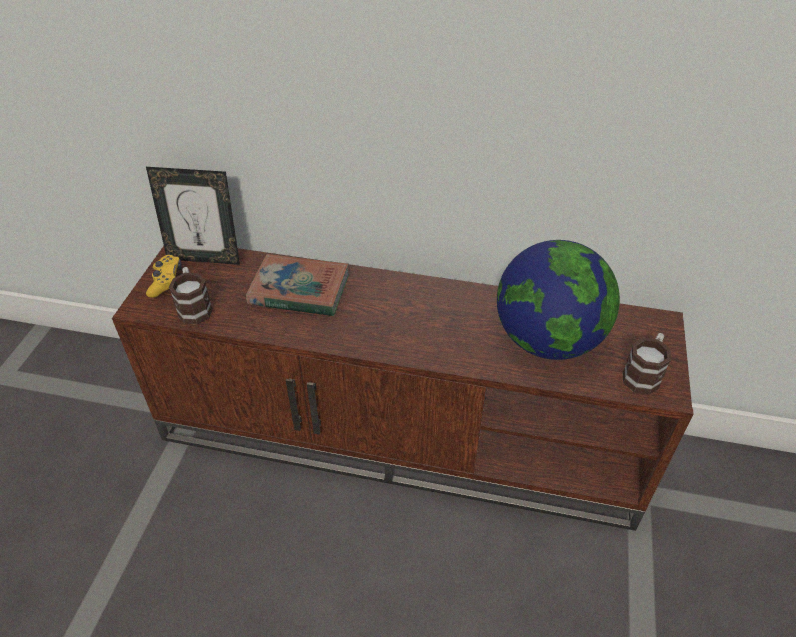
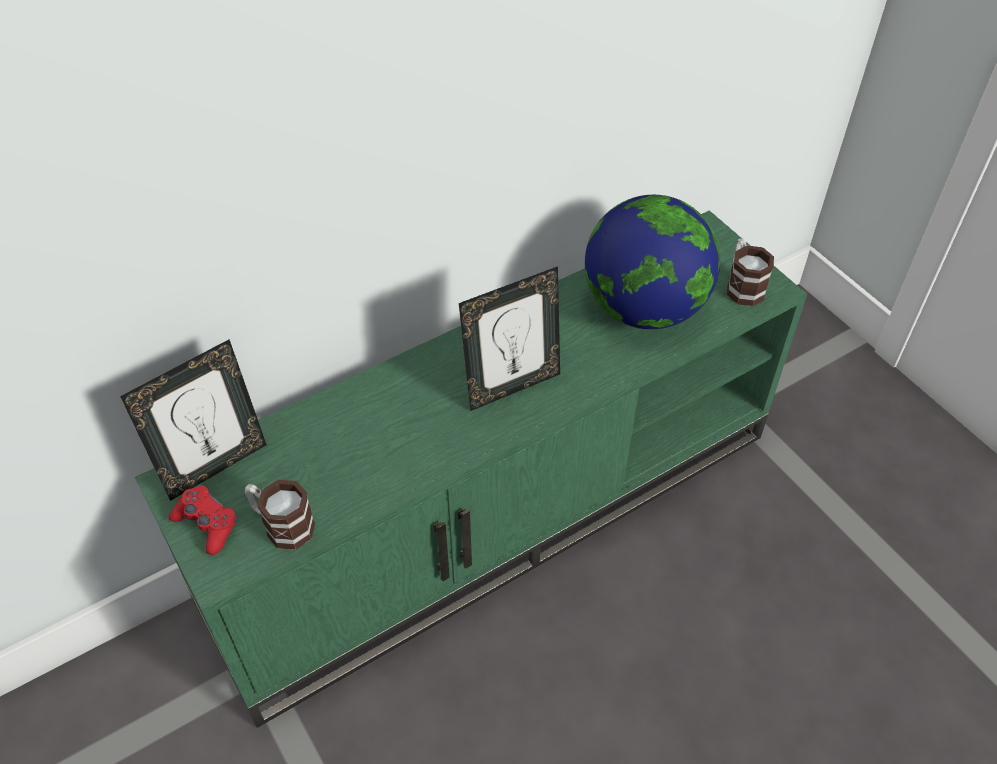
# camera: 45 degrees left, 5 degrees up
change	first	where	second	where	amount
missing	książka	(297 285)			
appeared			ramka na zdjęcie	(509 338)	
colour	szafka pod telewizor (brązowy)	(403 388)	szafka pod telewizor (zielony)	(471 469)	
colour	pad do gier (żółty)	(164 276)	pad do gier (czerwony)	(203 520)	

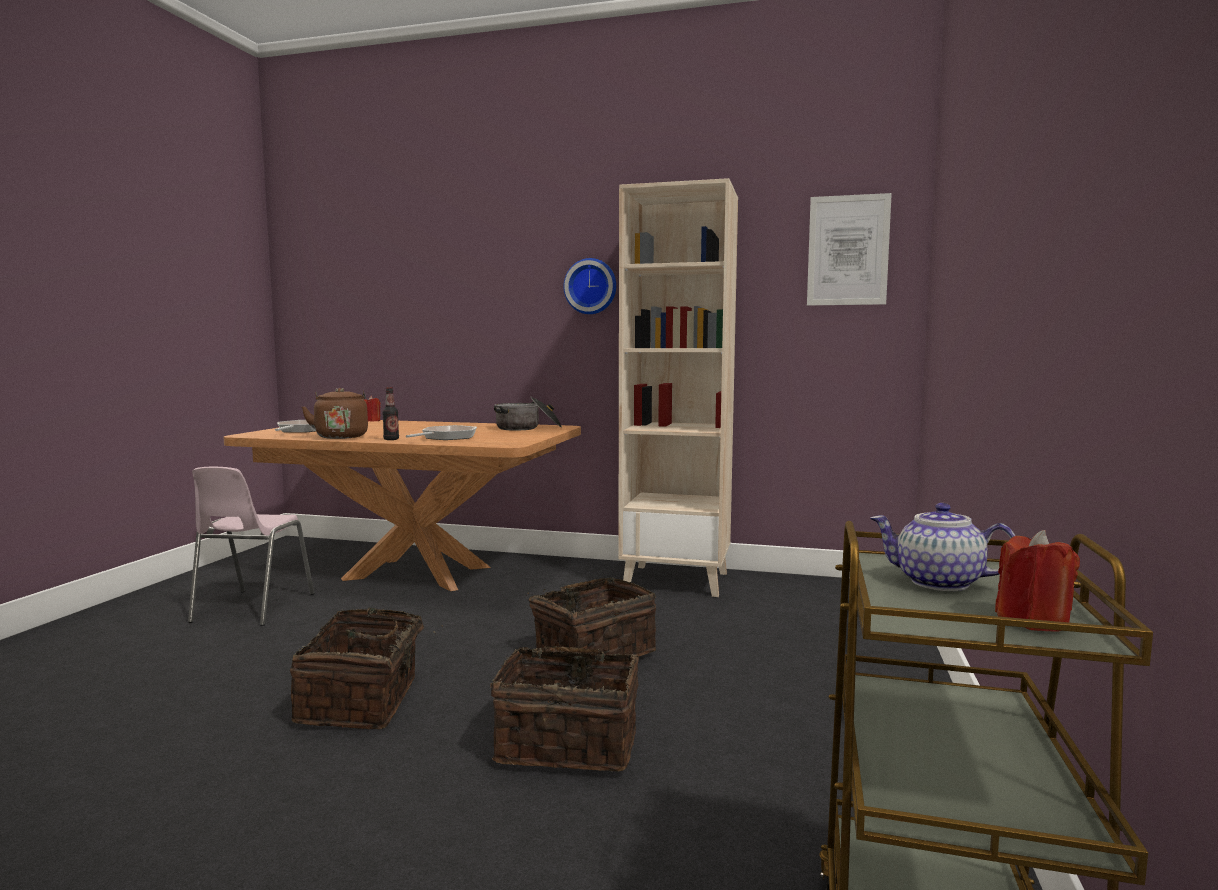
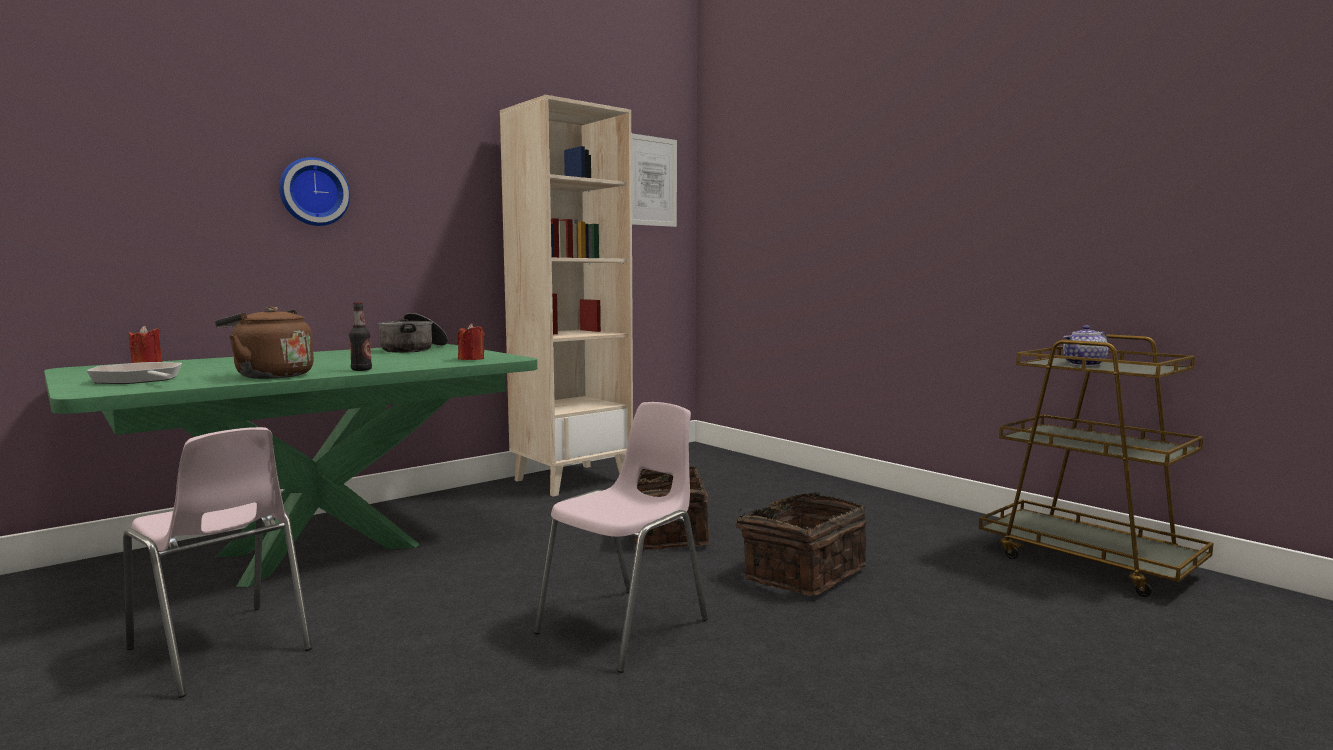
# camera: 55 degrees left, 0 degrees up
change	first	where	second	where	amount
missing	patelnia	(441 432)			
relocated	zegar ścienny	(589 286)		(314 191)	
relocated	świeca (czerwony)	(1037 581)		(471 342)	
exchanged	koszyk	(366 668)	krzesło (różowy)	(621 537)	
colour	stół jadalny (brązowy)	(402 505)	stół jadalny (zielony)	(290 465)	

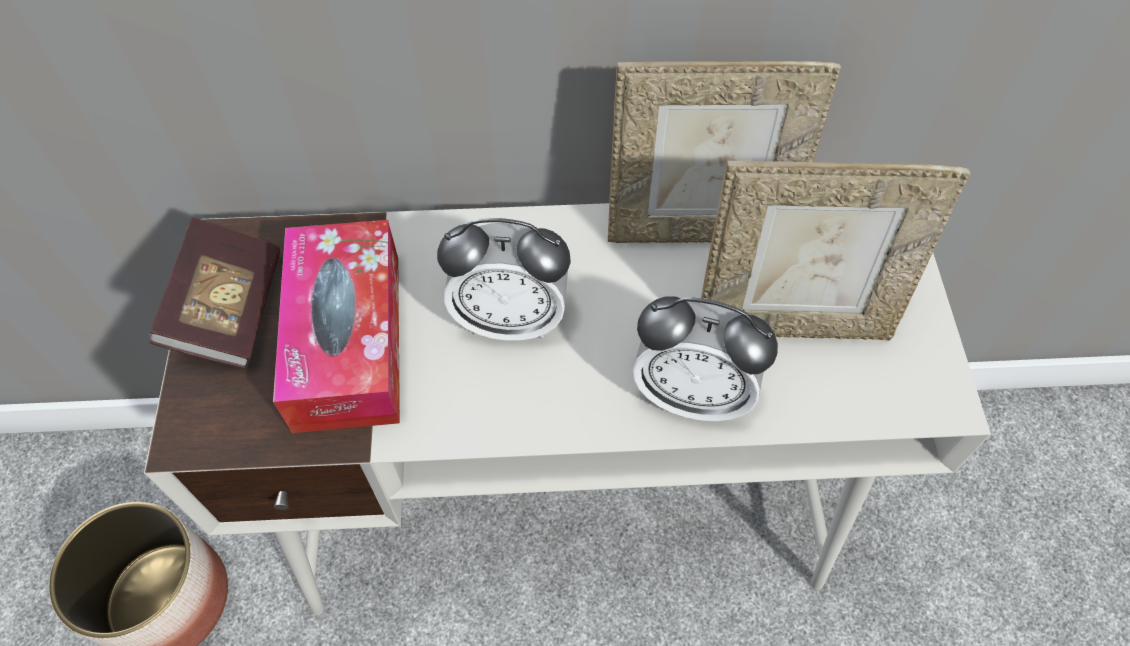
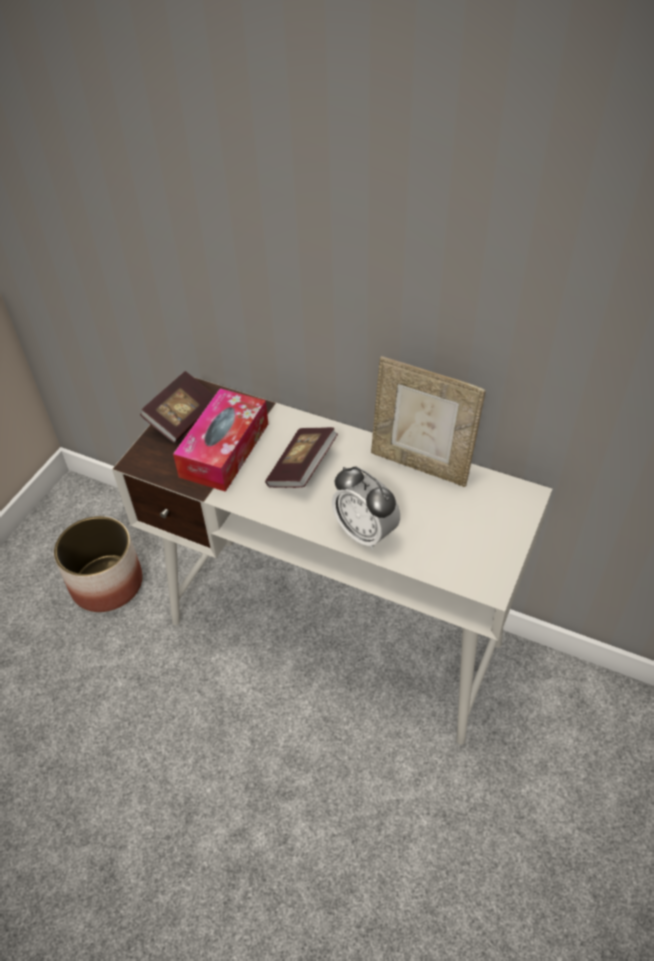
# camera: 30 degrees right, 10 degrees down
change	first	where	second	where	amount
missing	ramka na zdjęcie	(836 251)			
exchanged	budzik	(504 279)	książka	(301 457)	

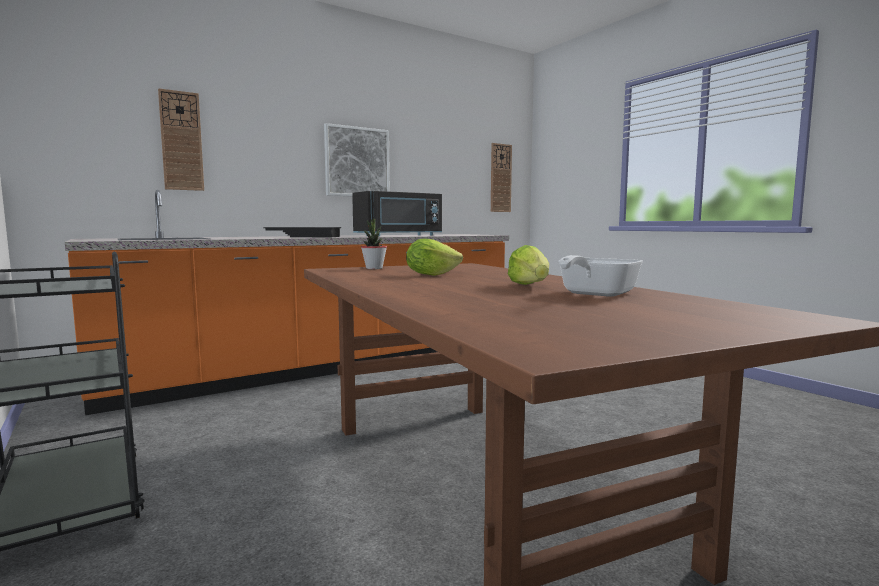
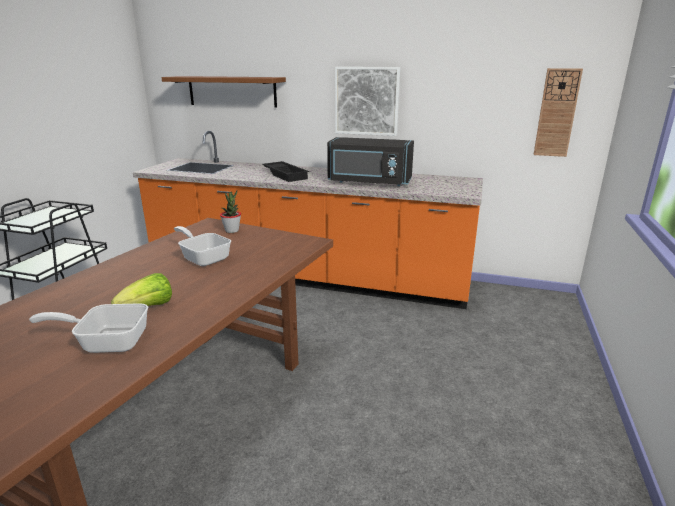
# camera: 50 degrees right, 15 degrees up
change	first	where	second	where	amount
exchanged	zegar ścienny	(181 139)	półka (brązowy)	(223 92)	
exchanged	sałata	(434 257)	patelnia	(202 246)	

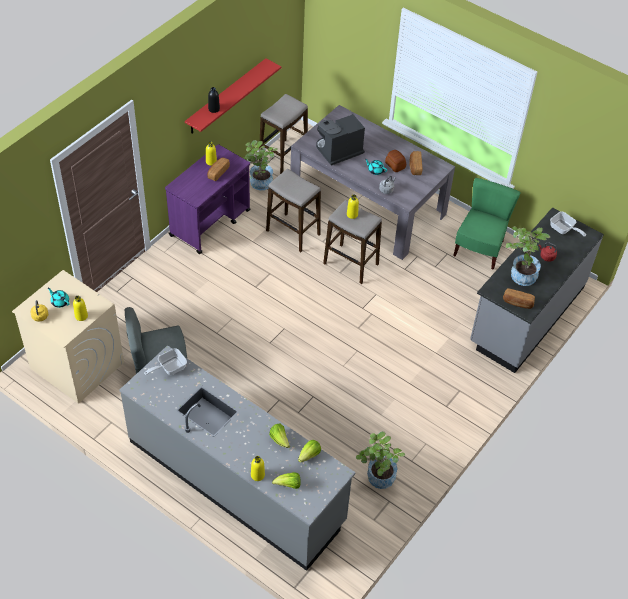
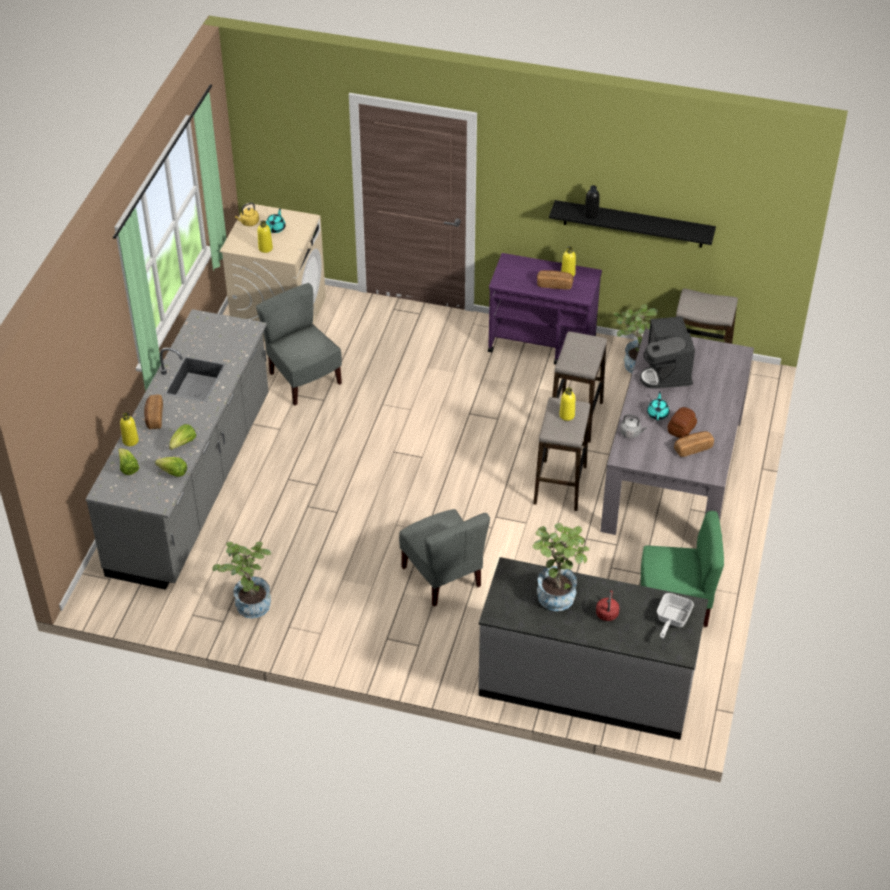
# camera: 70 degrees right, 5 degrees down
change	first	where	second	where	amount
missing	patelnia	(165 361)			
appeared			krzesło (szary)	(444 557)	
relocated	chleb	(519 299)		(153 412)	
colour	półka (czerwony)	(233 96)	półka (czarny)	(632 224)	
spun	ekspres do kawy	(340 140)		(667 353)	135 degrees counterclockwise

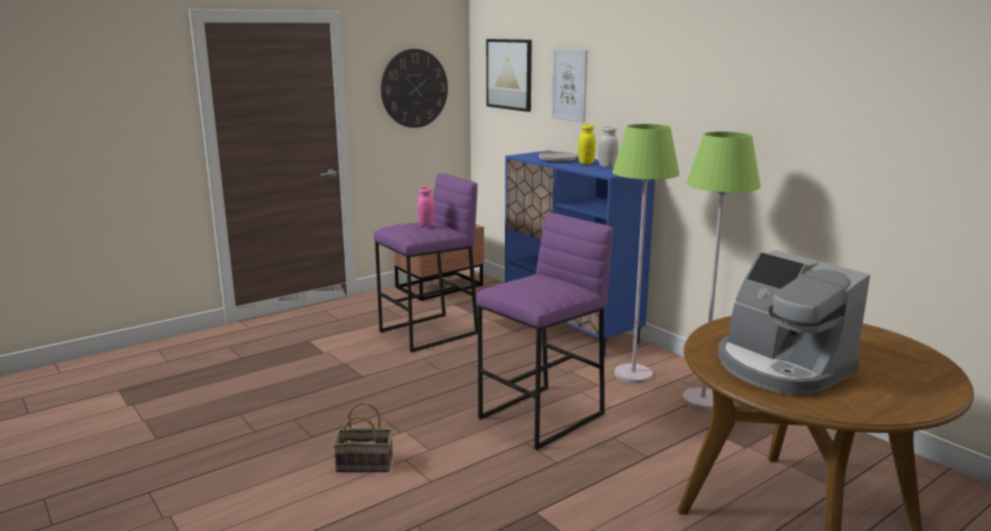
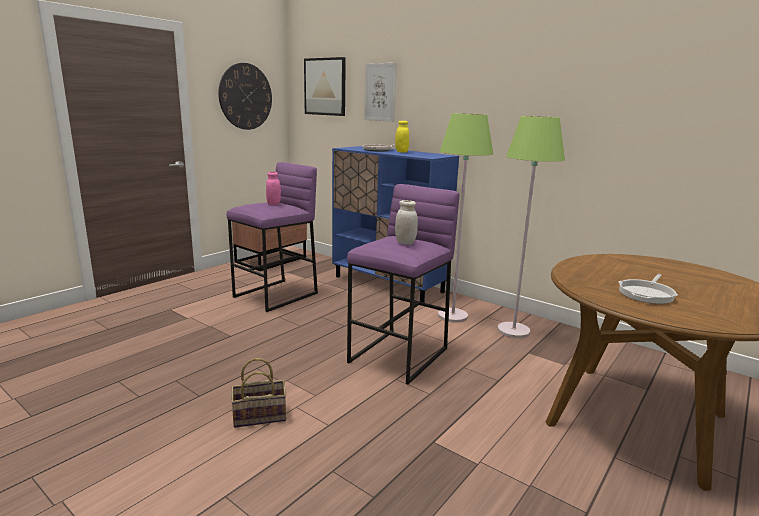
# camera: 15 degrees left, 0 degrees up
change	first	where	second	where	amount
relocated	słoik (biały)	(608 147)		(406 222)	
exchanged	ekspres do kawy	(794 322)	patelnia	(648 289)	

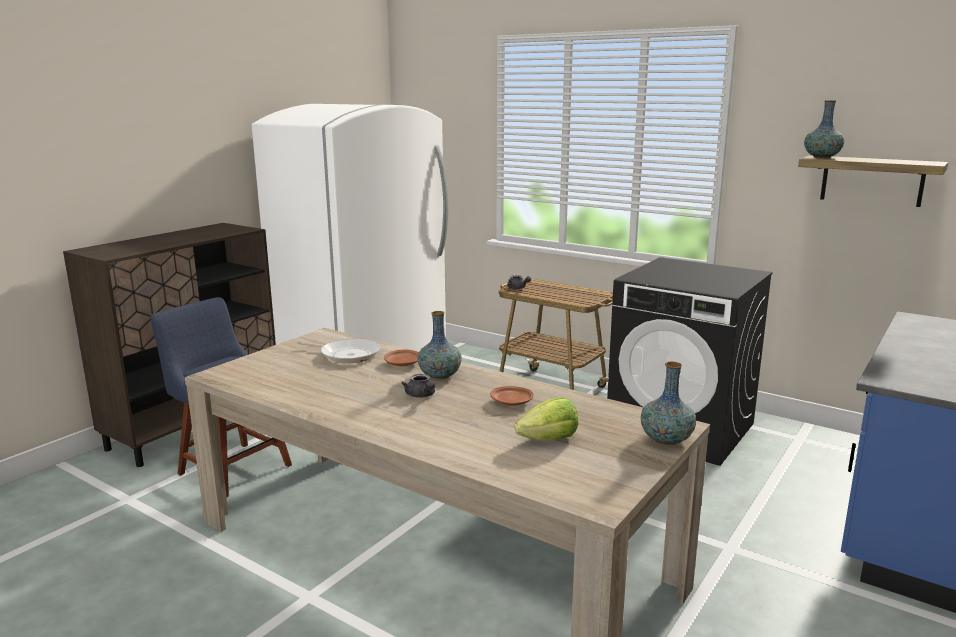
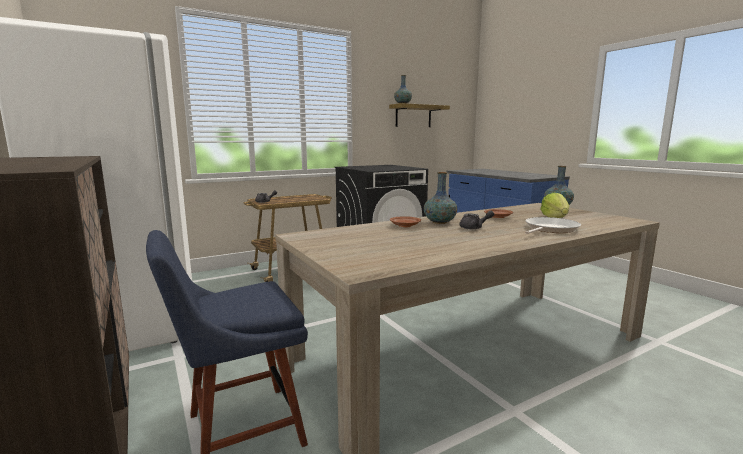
# camera: 65 degrees left, 5 degrees down
change	first	where	second	where	amount
relocated	patelnia	(338 350)		(553 225)	

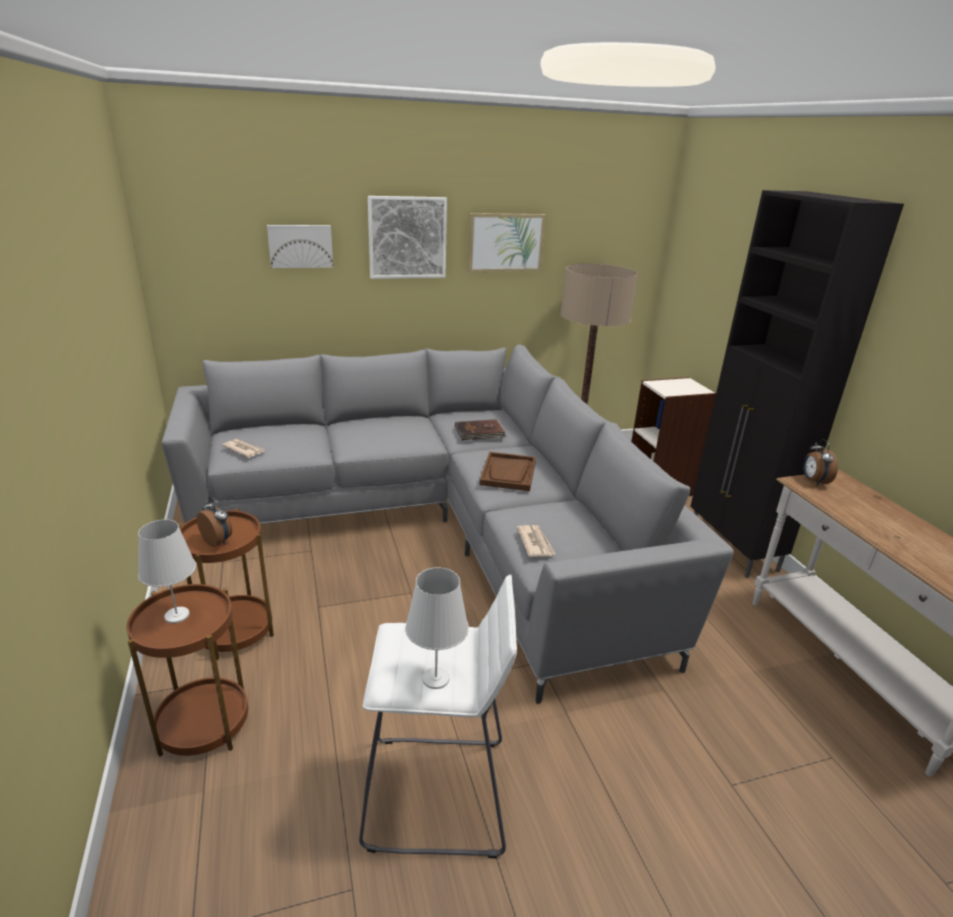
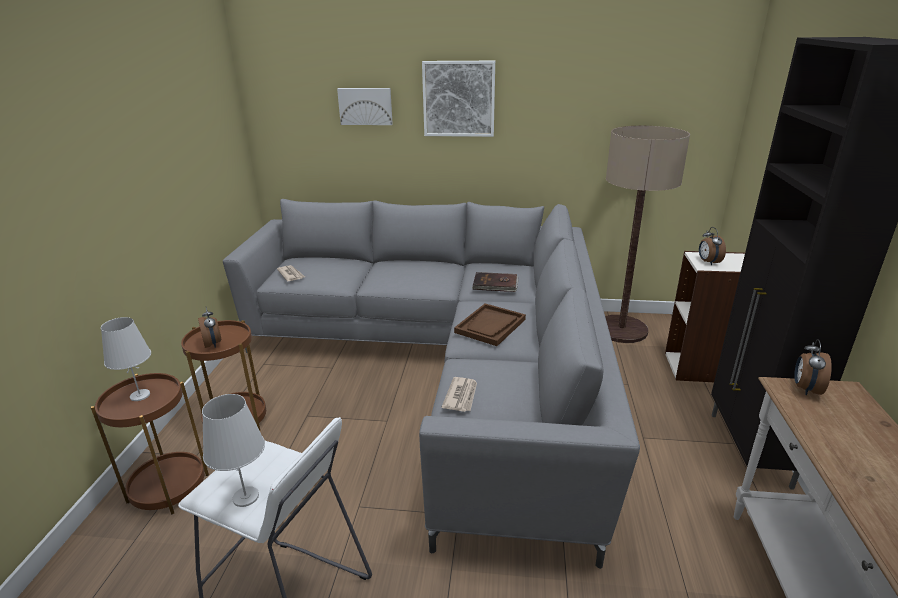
# camera: 25 degrees right, 0 degrees up
change	first	where	second	where	amount
missing	obraz	(507 242)			
appeared			budzik	(712 246)	

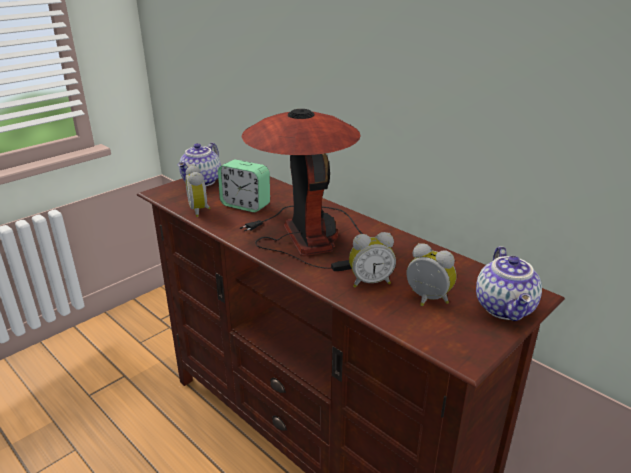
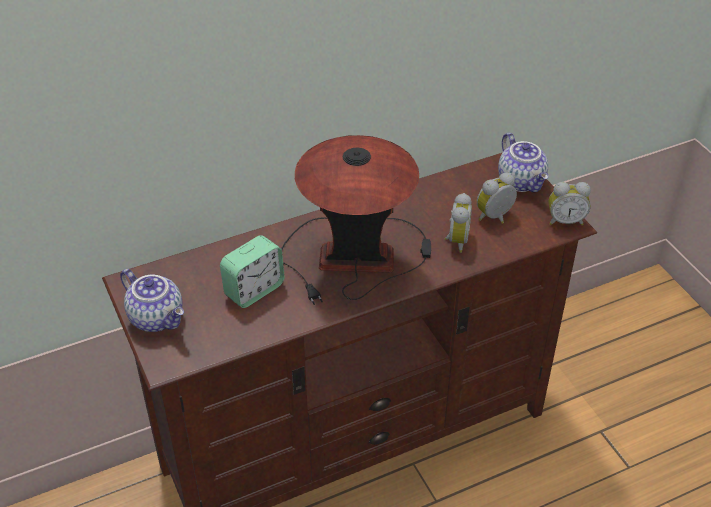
# camera: 70 degrees left, 15 degrees up
change	first	where	second	where	amount
relocated	budzik	(198 191)		(570 203)	
spun	imbryk	(509 283)		(523 163)	45 degrees clockwise

